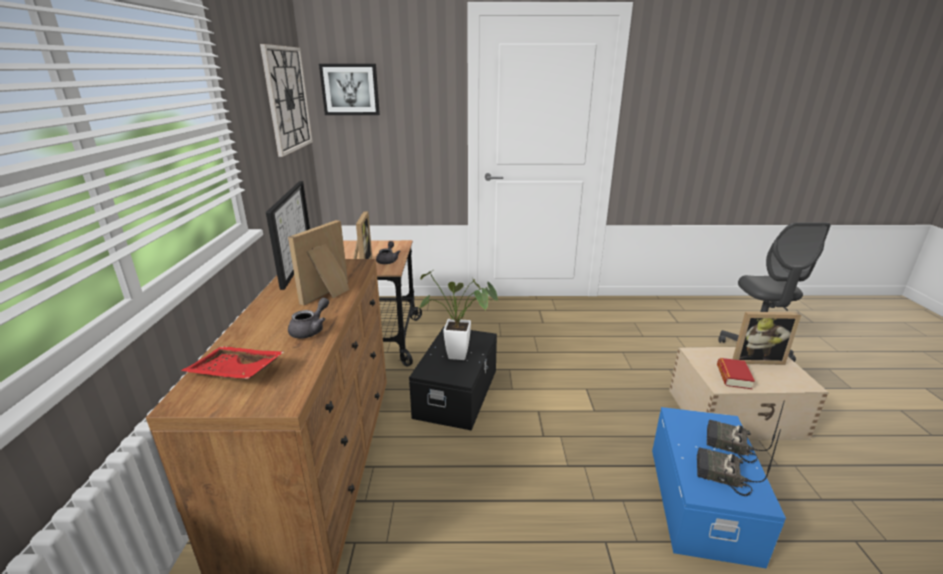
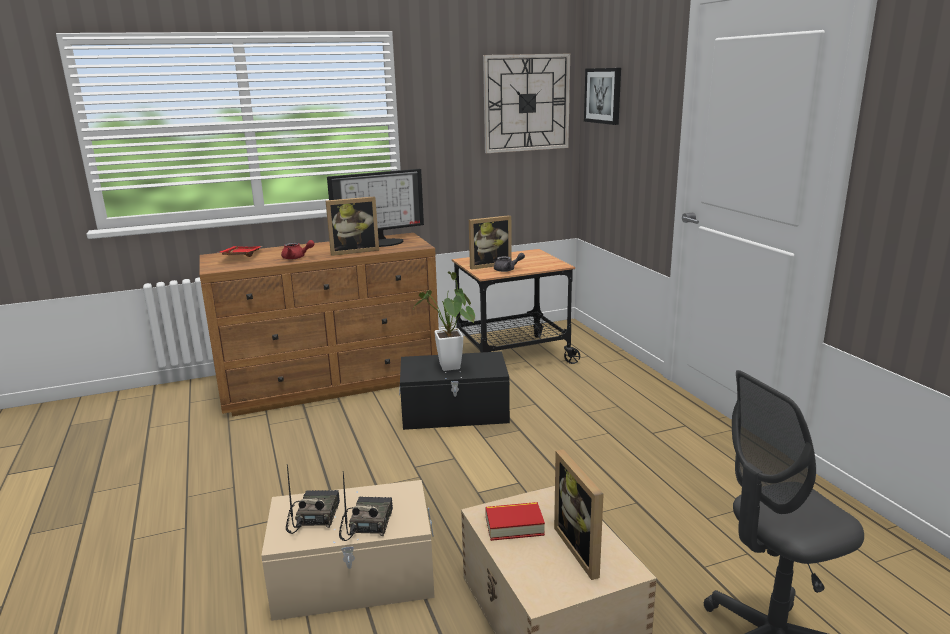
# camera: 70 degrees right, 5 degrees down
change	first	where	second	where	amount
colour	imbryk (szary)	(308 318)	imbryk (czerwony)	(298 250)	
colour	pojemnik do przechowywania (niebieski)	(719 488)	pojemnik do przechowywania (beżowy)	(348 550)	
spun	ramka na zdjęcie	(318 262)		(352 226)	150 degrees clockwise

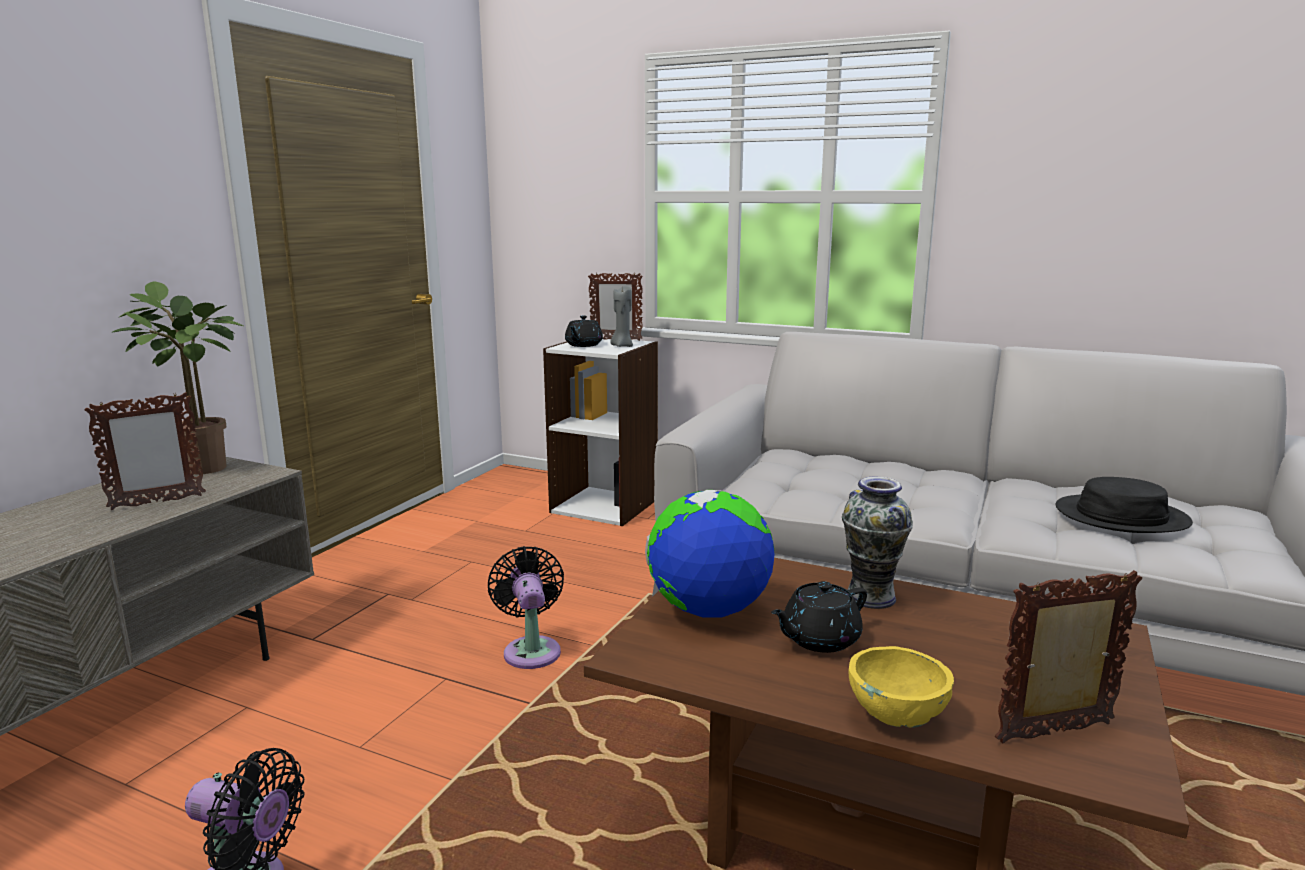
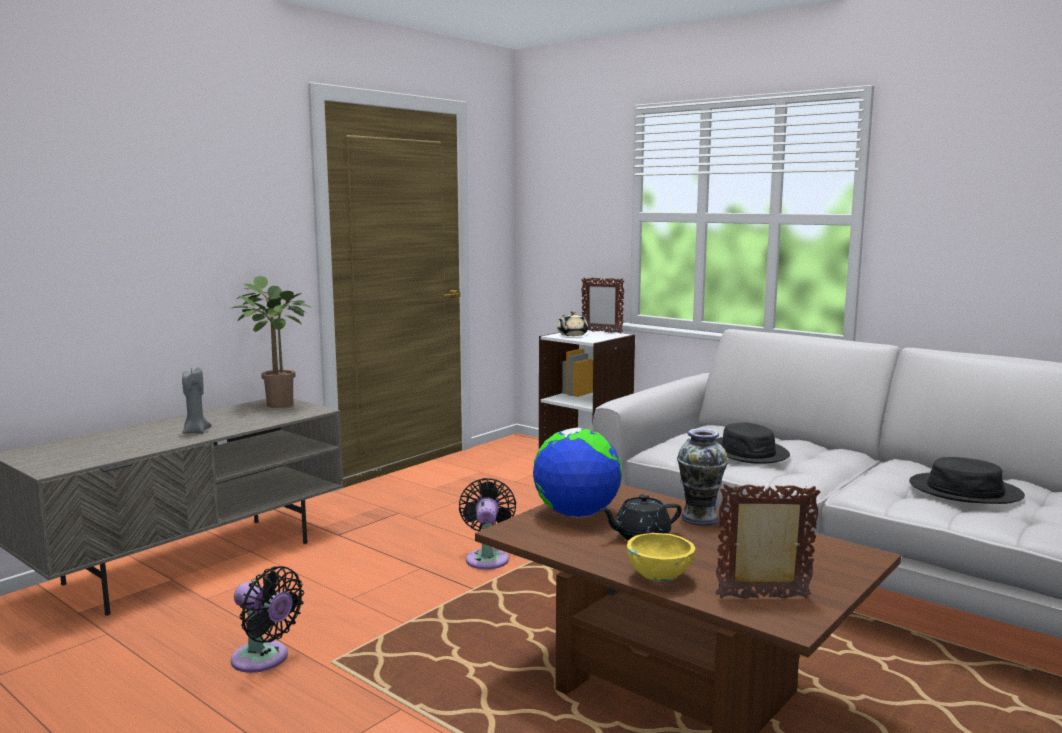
# camera: 15 degrees right, 5 degrees down
change	first	where	second	where	amount
missing	ramka na zdjęcie	(145 451)			
appeared			kapelusz (czarny)	(752 443)	
relocated	świeca (szary)	(621 316)		(197 400)	
colour	imbryk (czarny)	(584 331)	imbryk (beżowy)	(573 323)	

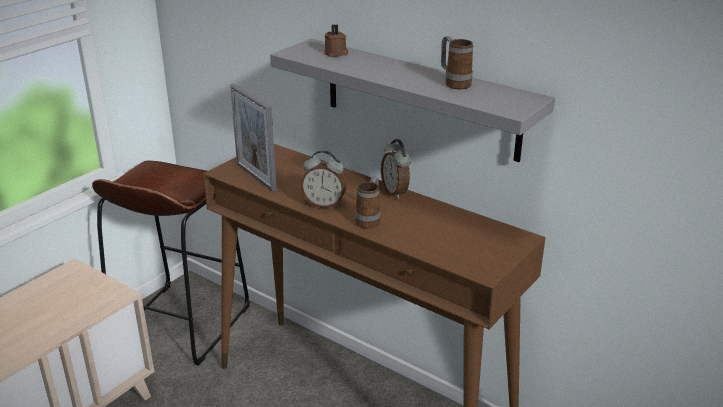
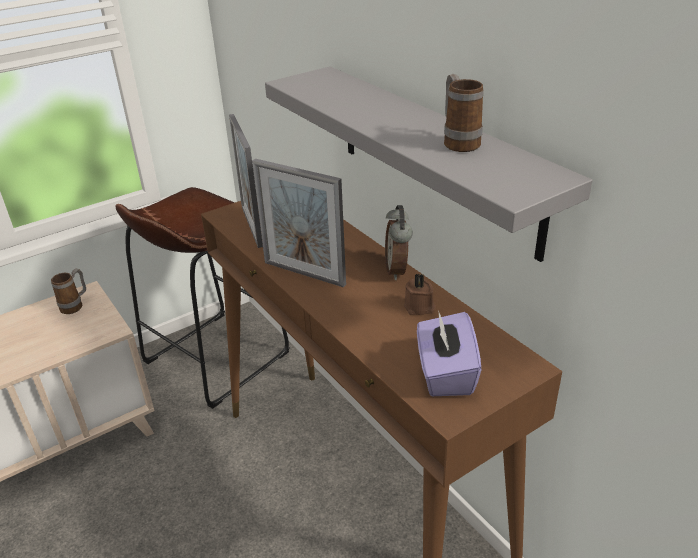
# camera: 20 degrees right, 5 degrees up
change	first	where	second	where	amount
appeared			pudełko chusteczek (fioletowy)	(449 353)	
relocated	świeca (brązowy)	(336 40)		(420 294)	
relocated	kubek	(368 203)		(68 291)	
exchanged	budzik	(323 179)	ramka na zdjęcie	(299 223)	

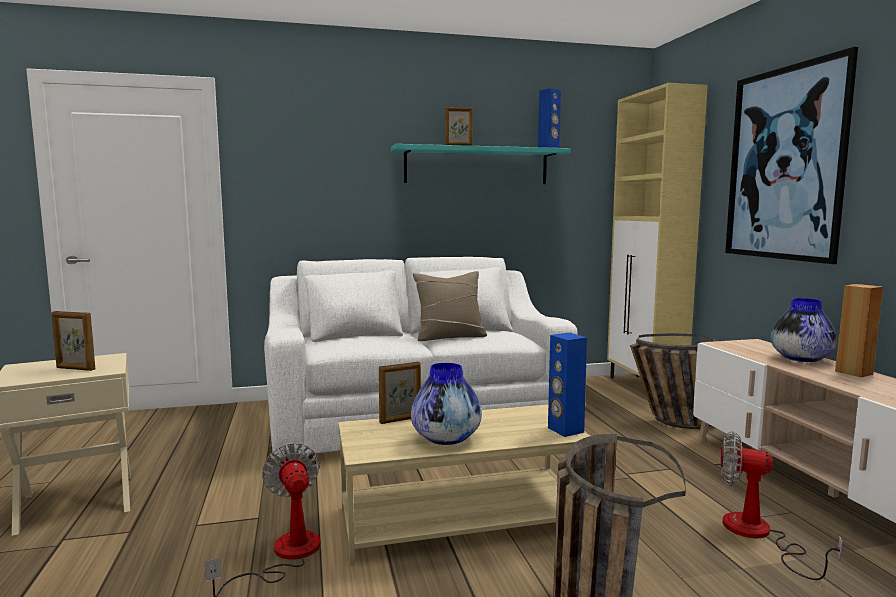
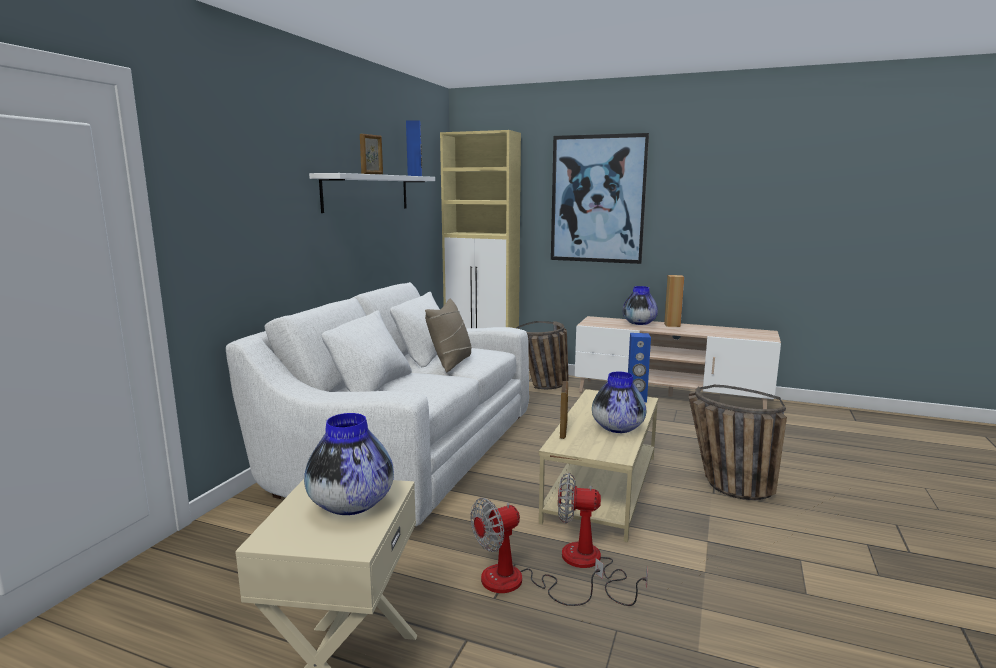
# camera: 55 degrees left, 5 degrees up
change	first	where	second	where	amount
relocated	wentylator	(782 506)		(537 552)	
exchanged	ramka na zdjęcie	(73 341)	wazon	(349 464)	
colour	półka (turkusowy)	(481 164)	półka (biały)	(372 193)	

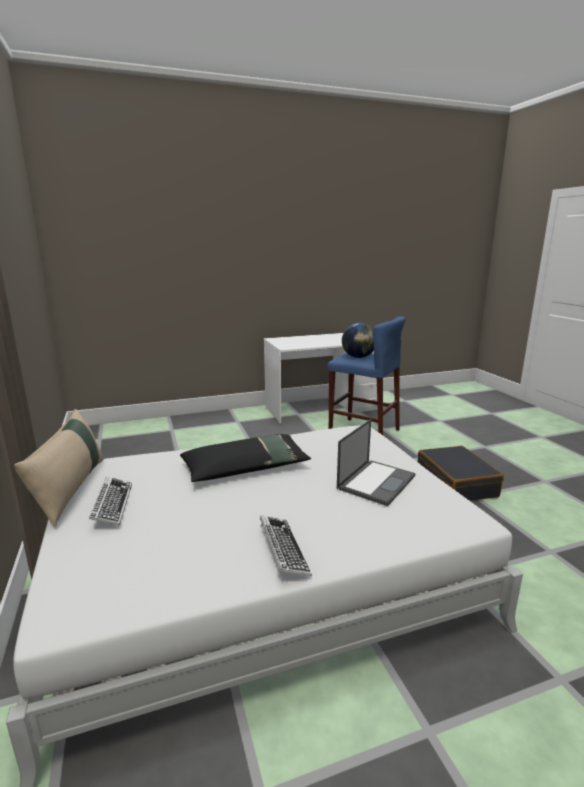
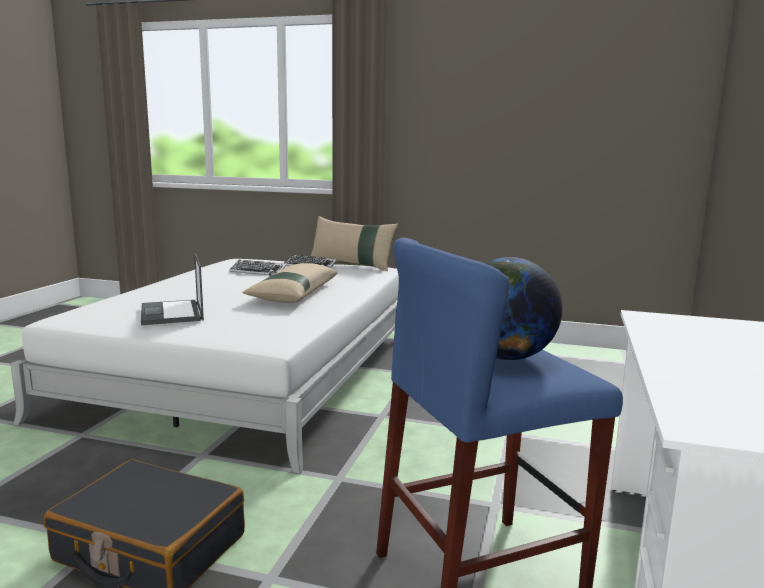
# camera: 125 degrees right, 5 degrees down
change	first	where	second	where	amount
relocated	klawiatura	(286 545)		(258 267)	
colour	poduszka (czarny)	(245 458)	poduszka (beżowy)	(290 283)	

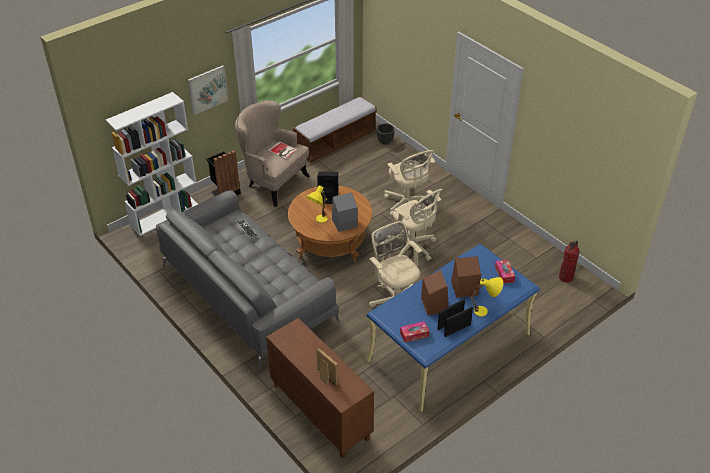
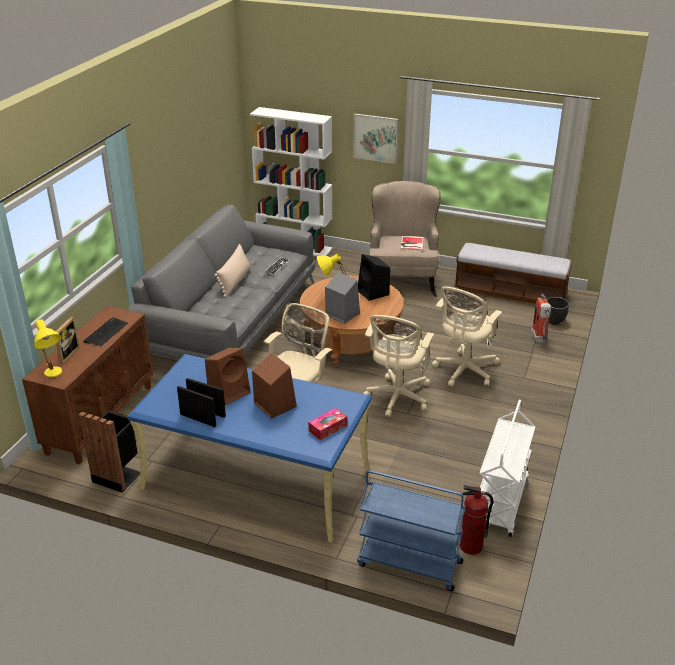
# camera: 60 degrees right, 10 degrees down
change	first	where	second	where	amount
missing	pudełko chusteczek	(414 331)			
appeared			klawiatura	(105 332)	
appeared			poduszka (beżowy)	(232 270)	
appeared			wózek (niebieski)	(411 530)	
appeared			wózek (biały)	(507 468)	
appeared			gaśnica	(541 318)	
relocated	kosz na śmieci (czarny)	(223 173)		(109 452)	
relocated	lampa stołowa (żółty)	(486 297)		(48 348)	

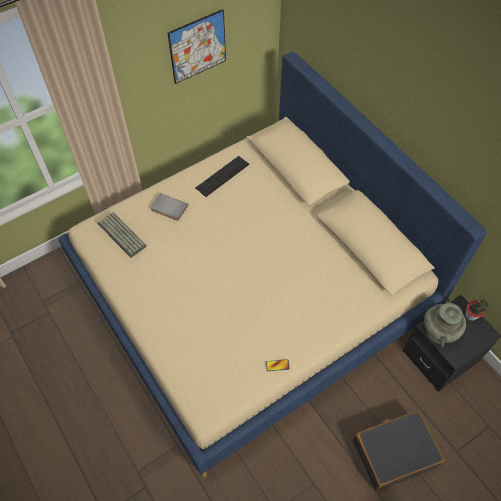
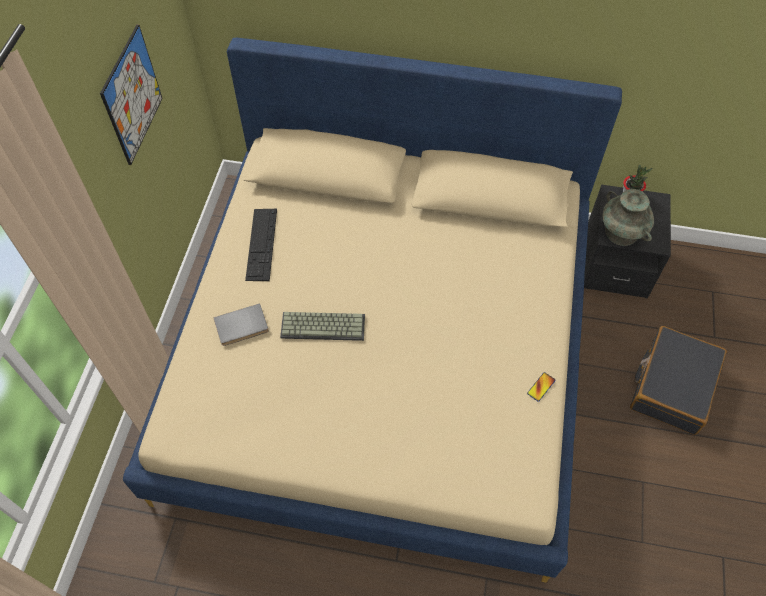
# camera: 45 degrees left, 0 degrees up
change	first	where	second	where	amount
relocated	klawiatura	(122 235)		(322 326)	

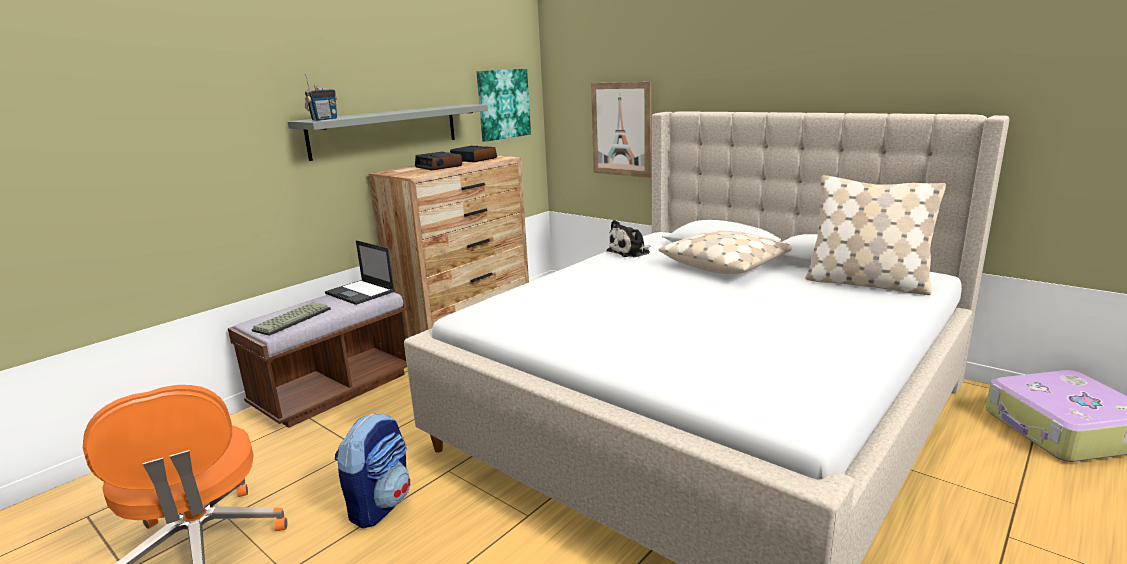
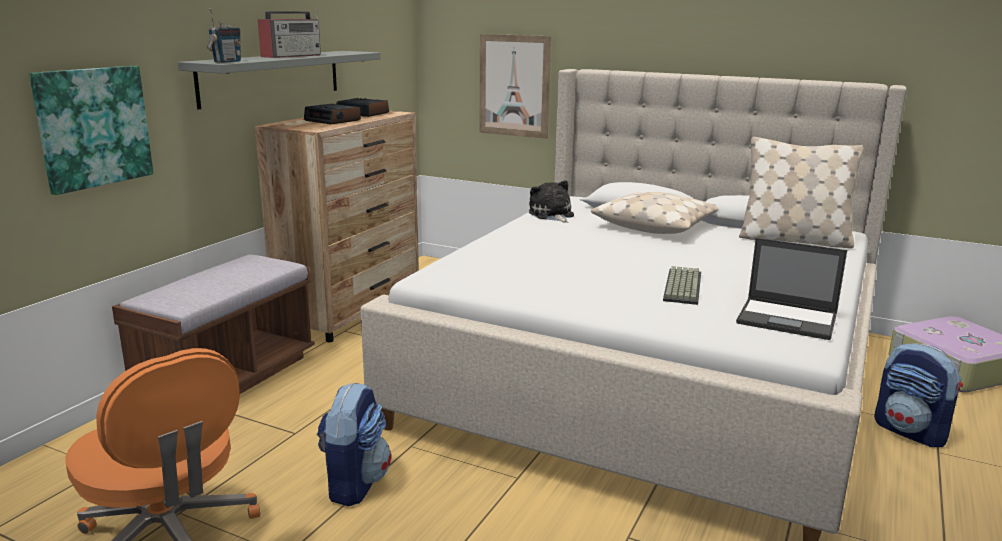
# camera: 15 degrees left, 0 degrees up
change	first	where	second	where	amount
appeared			radio	(289 33)	
appeared			plecak	(918 395)	
relocated	klawiatura	(291 319)		(682 285)	
relocated	laptop	(360 272)		(791 289)	
relocated	obraz	(504 105)		(91 130)	
spun	pluszak	(628 238)		(551 201)	120 degrees clockwise

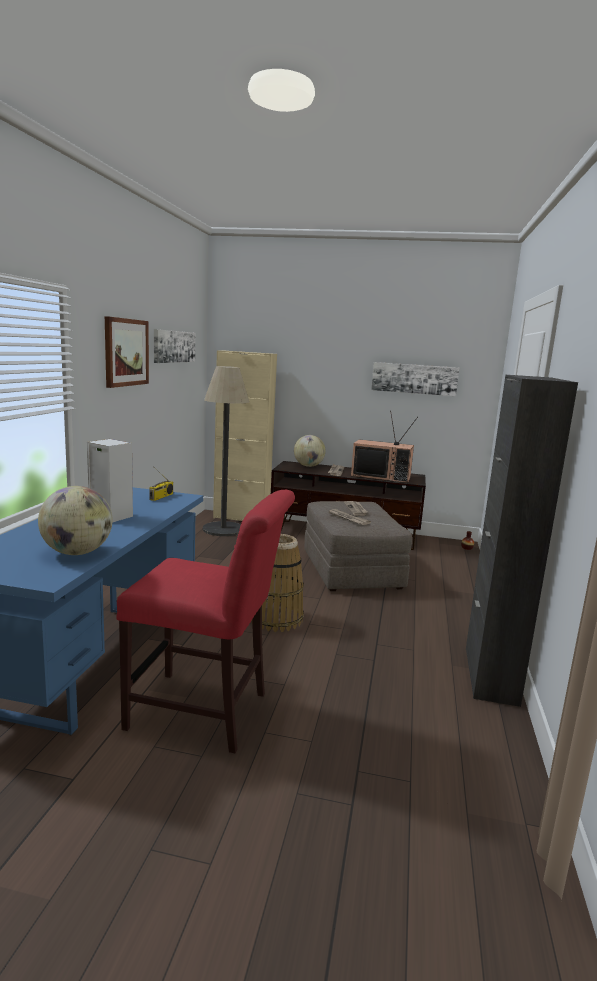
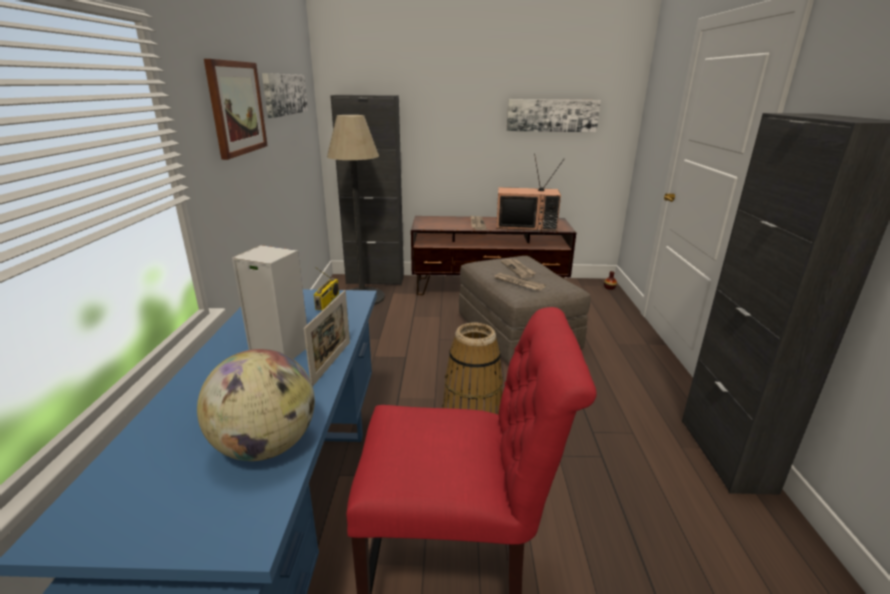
# camera: 10 degrees left, 10 degrees up
change	first	where	second	where	amount
missing	globus	(310 451)			
appeared			ramka na zdjęcie	(327 338)	
colour	szafka (beżowy)	(245 435)	szafka (czarny)	(367 190)	

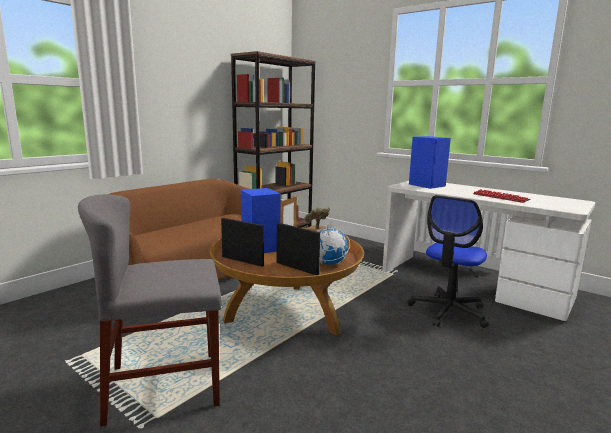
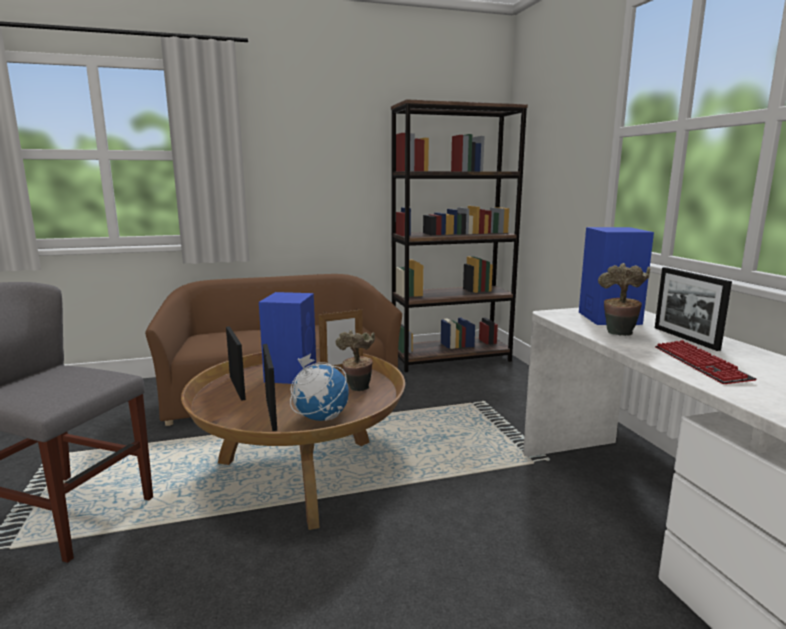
# camera: 35 degrees right, 0 degrees up
change	first	where	second	where	amount
missing	krzesło biurowe	(448 261)			
appeared			roślina doniczkowa	(624 299)	
appeared			ramka na zdjęcie	(693 309)	

